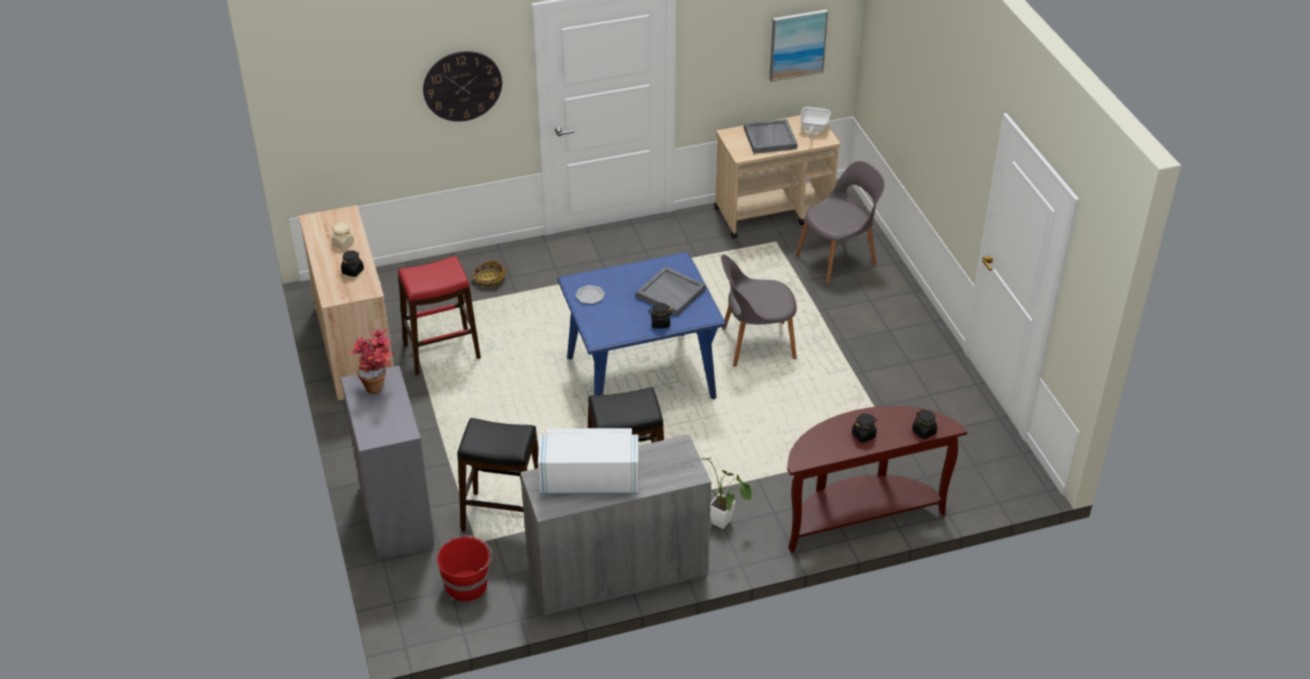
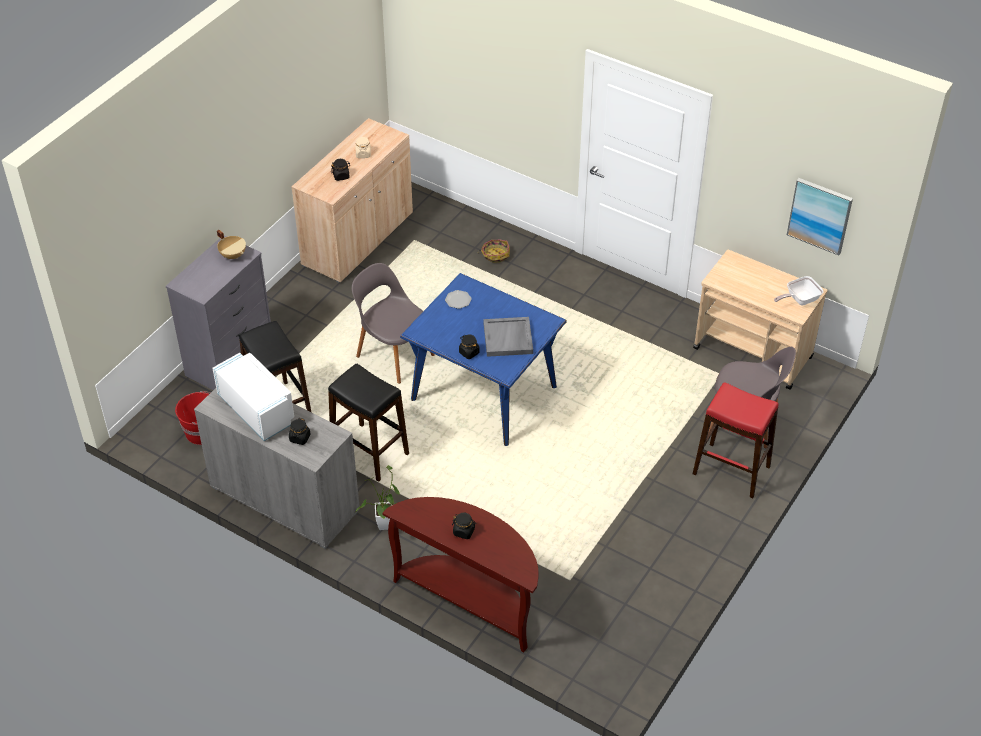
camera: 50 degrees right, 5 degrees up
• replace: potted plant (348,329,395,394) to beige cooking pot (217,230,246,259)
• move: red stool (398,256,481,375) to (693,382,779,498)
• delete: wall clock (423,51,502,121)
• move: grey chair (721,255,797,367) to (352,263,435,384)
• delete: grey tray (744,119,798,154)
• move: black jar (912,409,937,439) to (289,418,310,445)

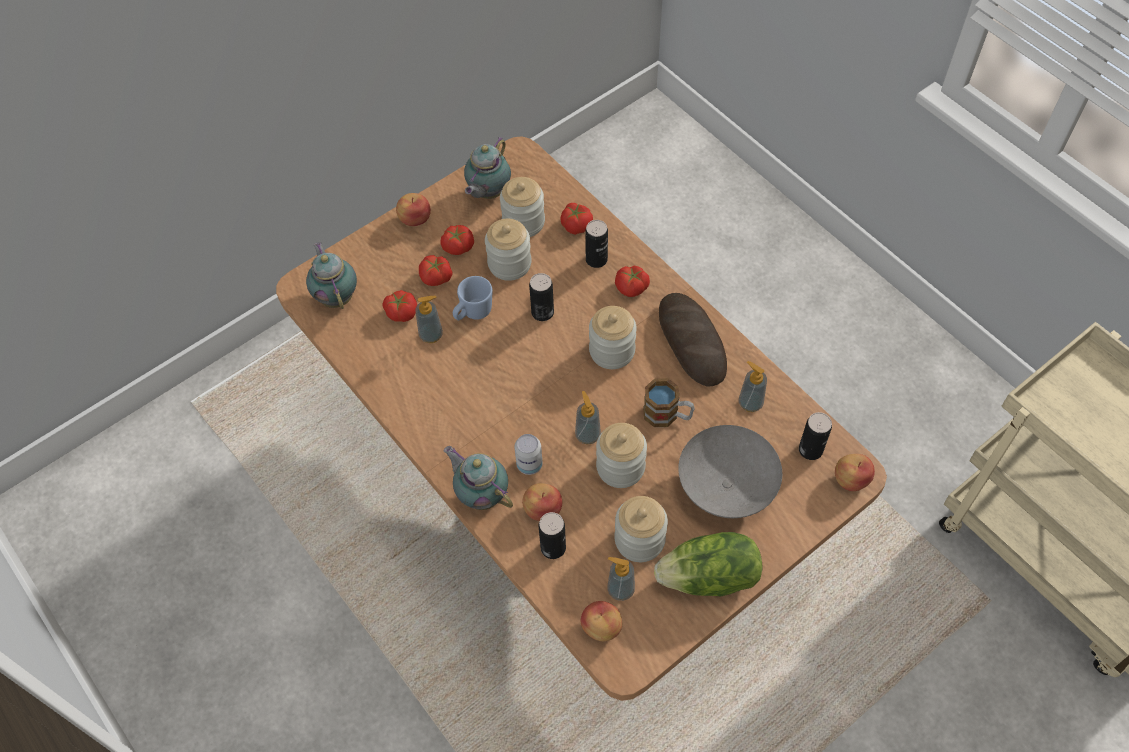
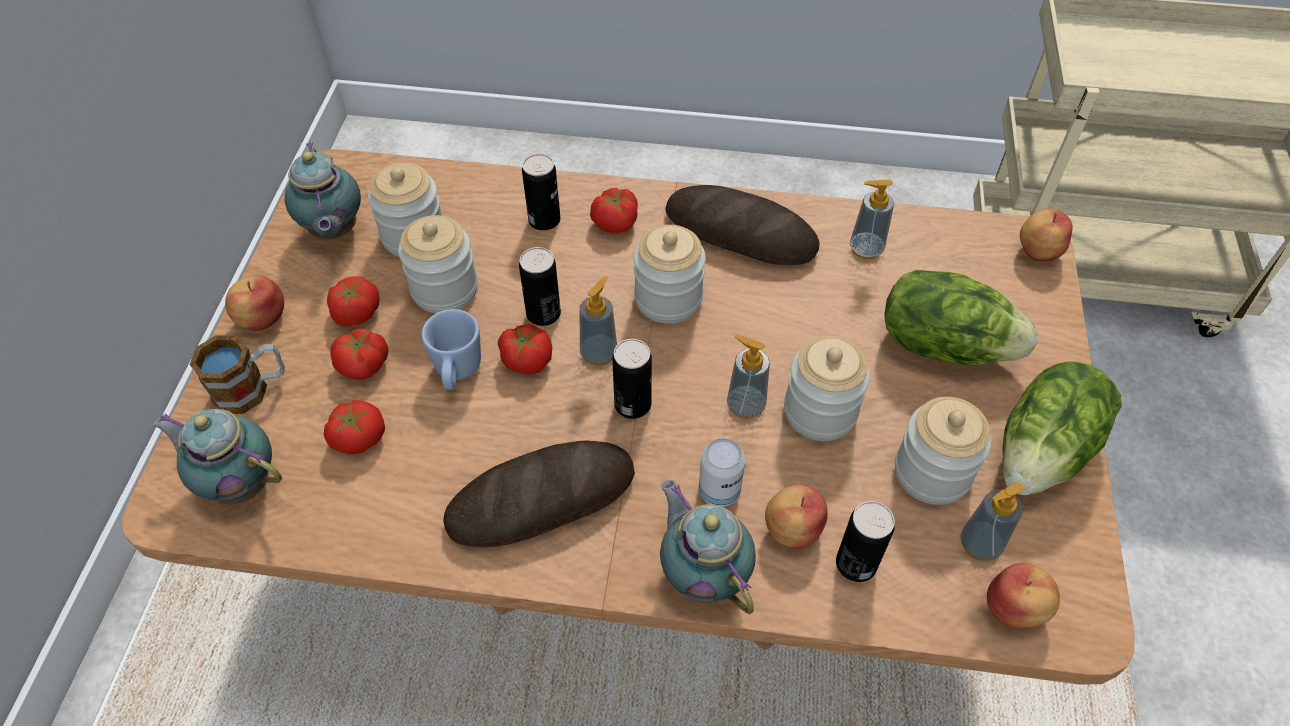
camera: 45 degrees left, 5 degrees down
• move: soap dispenser (415,296,443,343) to (580,276,617,366)
• rotate: teapot (444,446,513,510) = (660,480,756,614) 60 degrees clockwise
• move: tomato (560,203,593,235) to (498,324,552,375)
• move: mug (643,378,695,427) to (190,335,285,414)
• replace: grey bowl (678,425,782,518) to lettuce (884,270,1038,365)
• move: can (799,412,832,460) to (612,339,652,419)
• insert: bread (443,441,635,547)

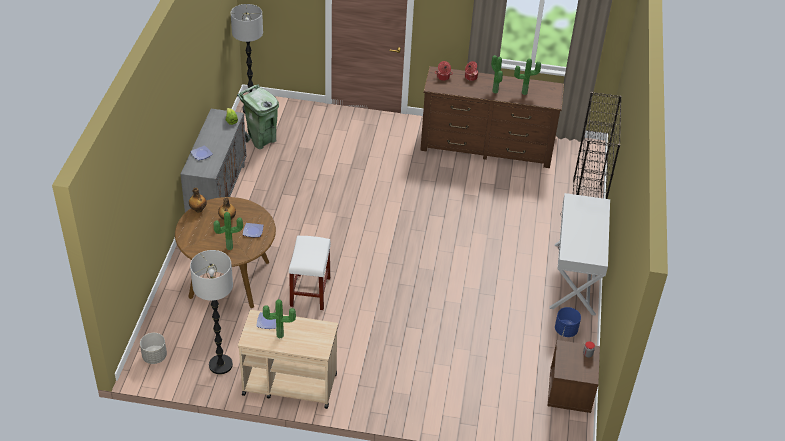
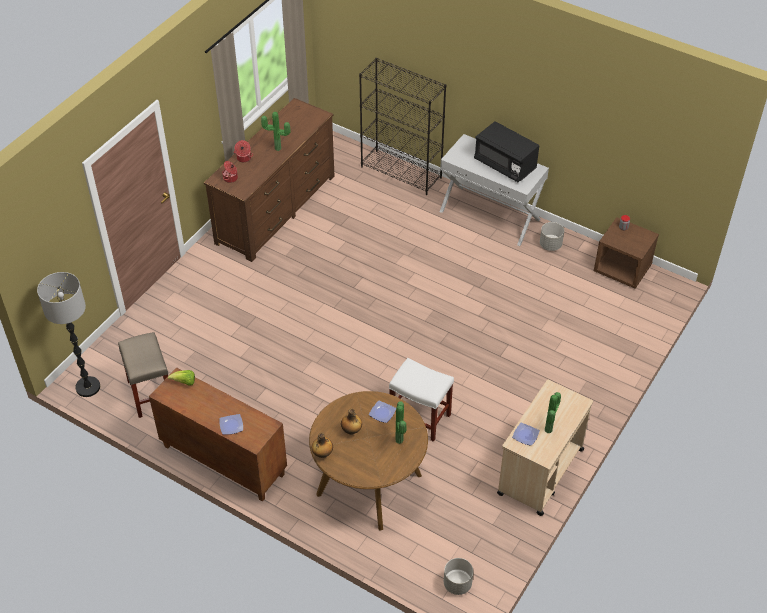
camera: 65 degrees left, 5 degrees up
• recolor: grey cabinet (180,109,247,212) to brown cabinet (149,367,287,502)
• delete: floor lamp (190,250,233,375)
• replace: green trash can (237,84,279,149) to beige stool (118,332,169,418)
• delete: potted plant (514,58,541,95)
• recolor: blue planter (555,307,581,337) to grey planter (540,222,564,251)
• insert: black microwave (474,121,539,182)

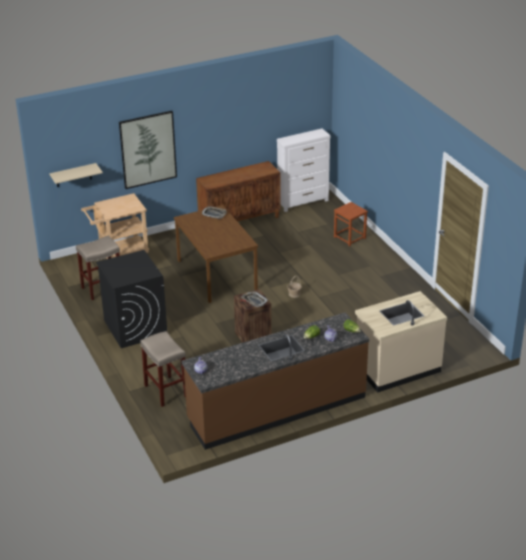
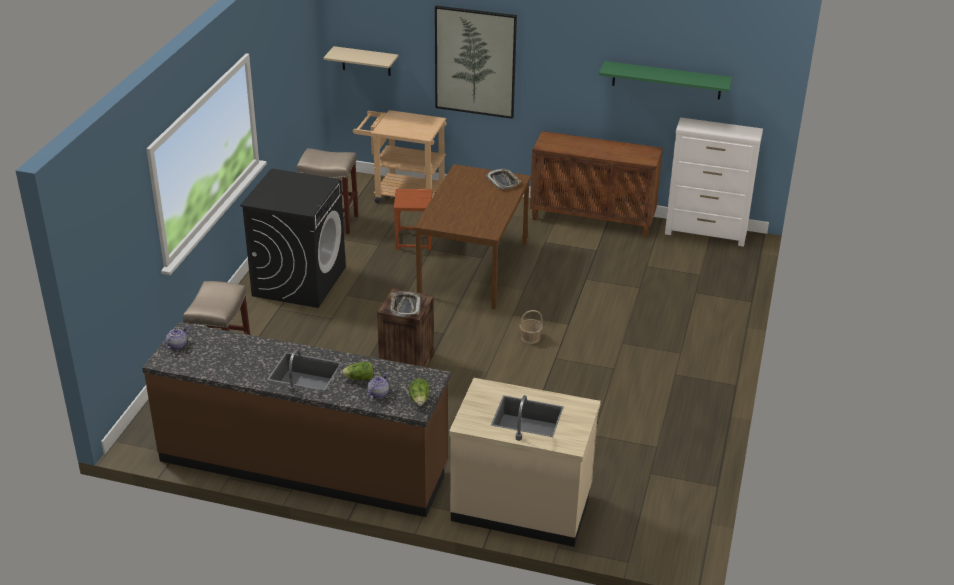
camera: 40 degrees right, 0 degrees up
• move: brown stool (334,202,368,246) to (394,189,432,251)
• insert: green shelf (599,61,733,100)

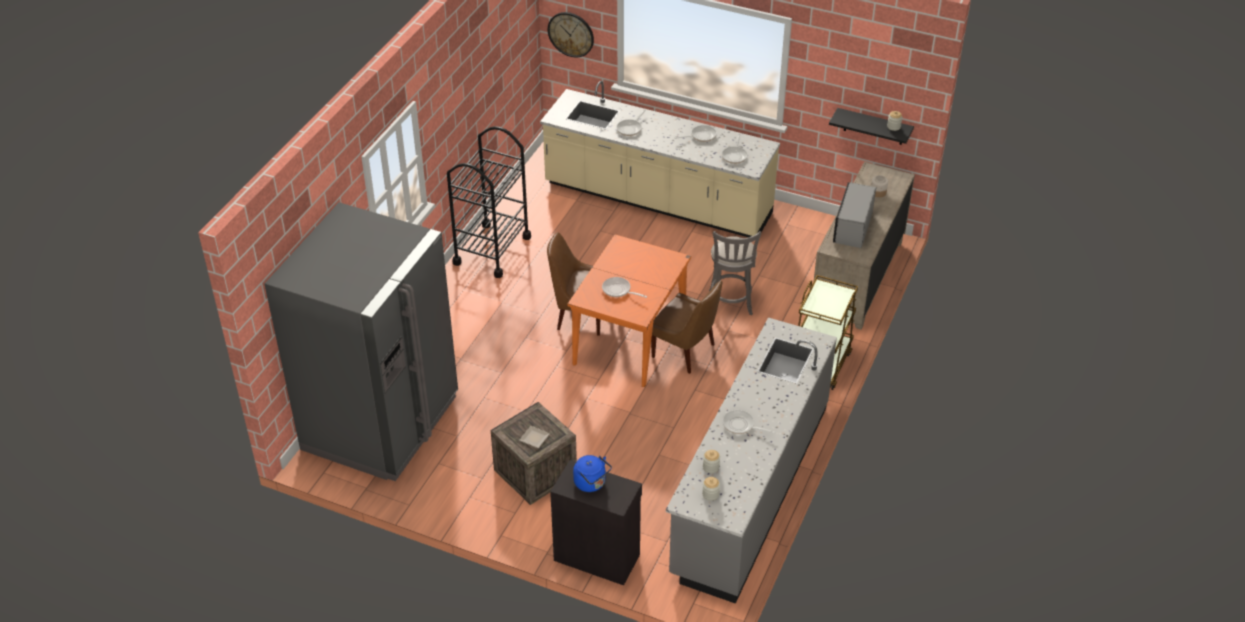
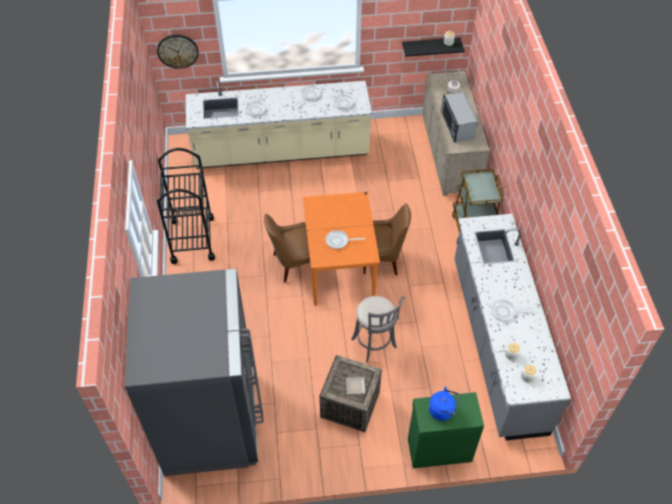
camera: 30 degrees left, 10 degrees up
• recolor: black cabinet (550,460,642,585) to green cabinet (408,392,484,468)
• move: grey stool (709,231,761,316) to (351,296,405,363)

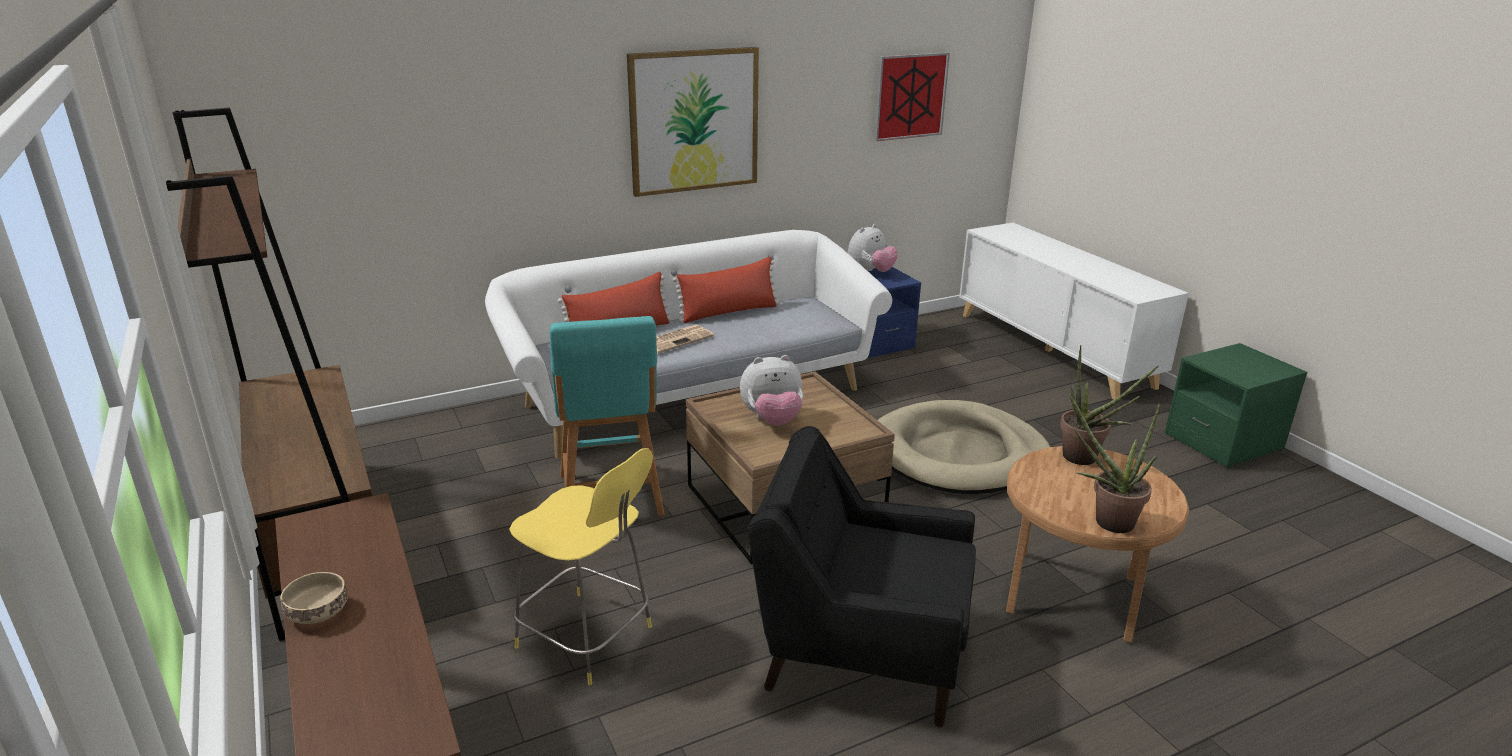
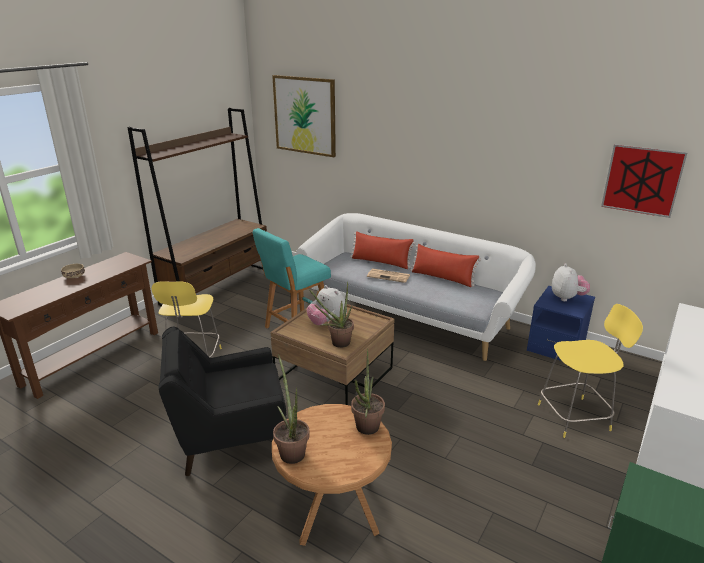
camera: 60 degrees right, 0 degrees up
• move: picture (627,47,759,197) to (272,75,336,157)
• rotate: black armchair (748,426,976,727) = (158,327,286,476) 90 degrees counterclockwise
• rotate: plush toy (848,224,898,272) = (552,263,590,301) 105 degrees counterclockwise
• delete: beige dog bed (878,400,1050,494)
• insert: potted plant (309,281,354,348)
• insert: yellow stool (538,304,643,438)

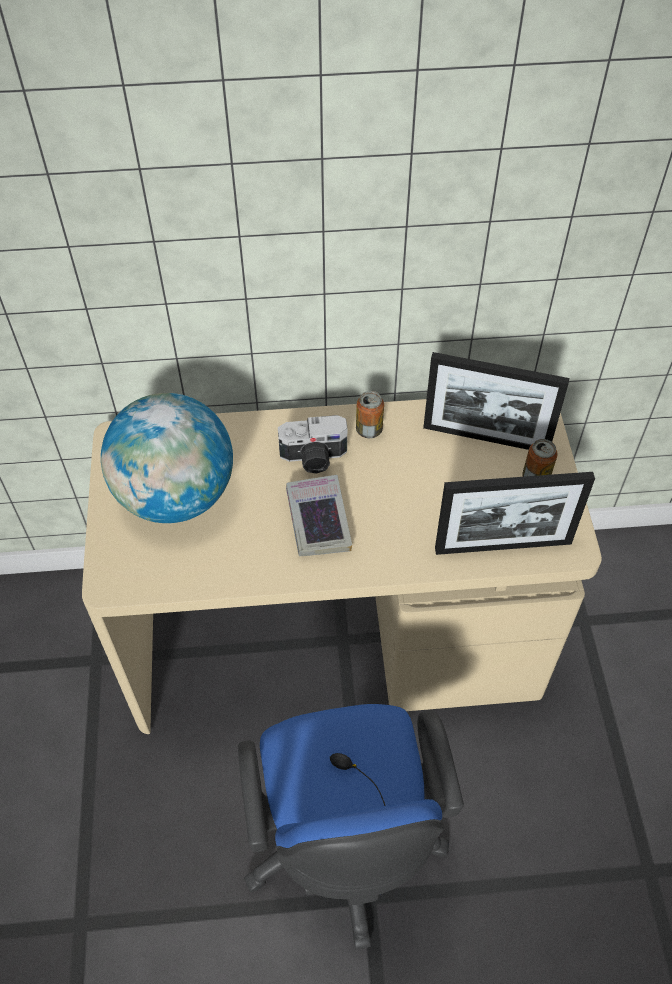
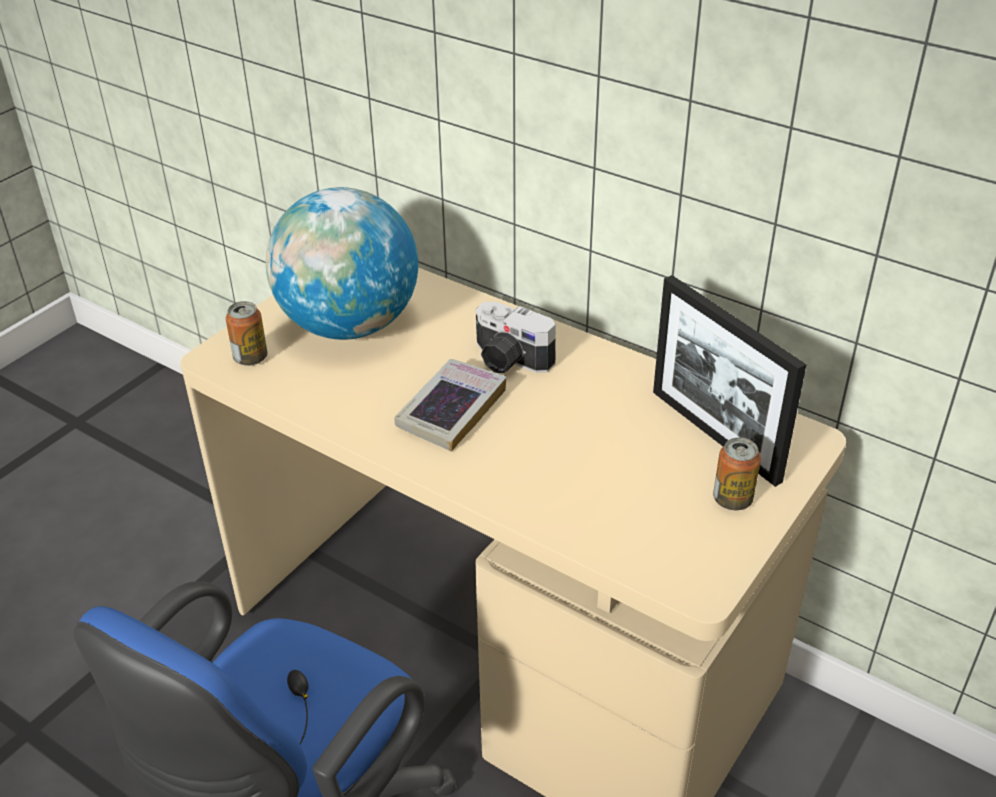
camera: 40 degrees right, 15 degrees down
• move: can (356,391,384,438) to (226,301,267,366)
• delete: picture frame (435,472,595,555)

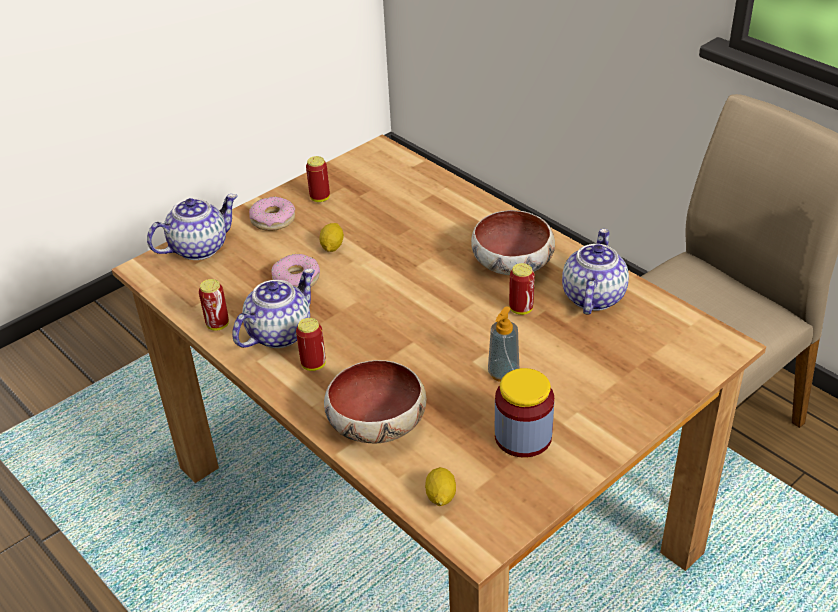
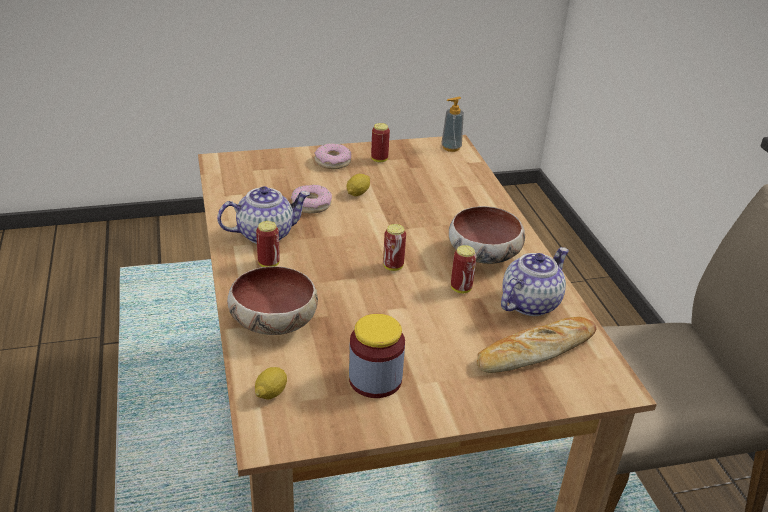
camera: 25 degrees right, 5 degrees down
• delete: teapot (147,194,238,260)
• move: can (199,279,229,331) to (383,224,406,271)
• move: soap dispenser (488,306,519,382) to (441,97,464,152)
• insert: bread (477,317,596,373)

